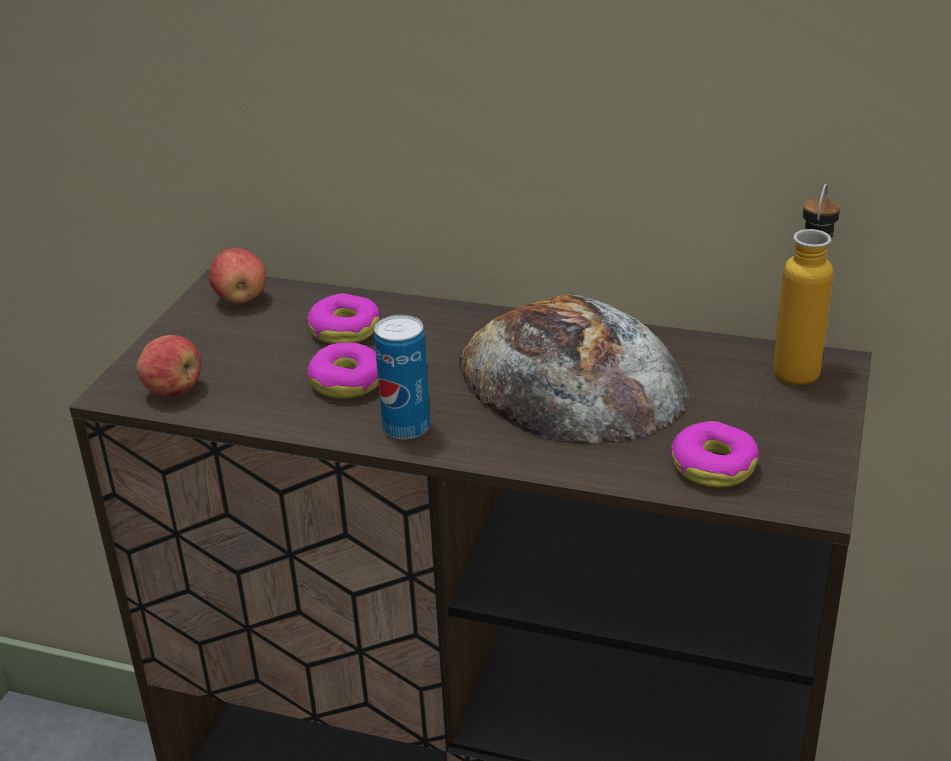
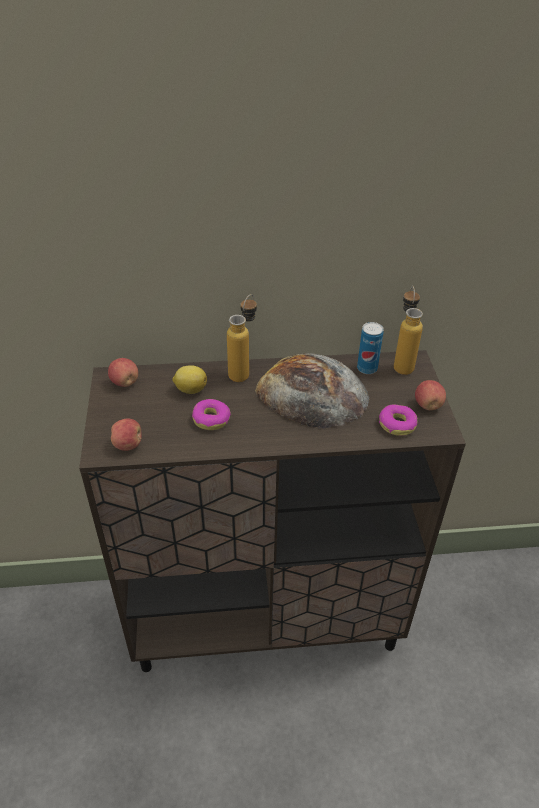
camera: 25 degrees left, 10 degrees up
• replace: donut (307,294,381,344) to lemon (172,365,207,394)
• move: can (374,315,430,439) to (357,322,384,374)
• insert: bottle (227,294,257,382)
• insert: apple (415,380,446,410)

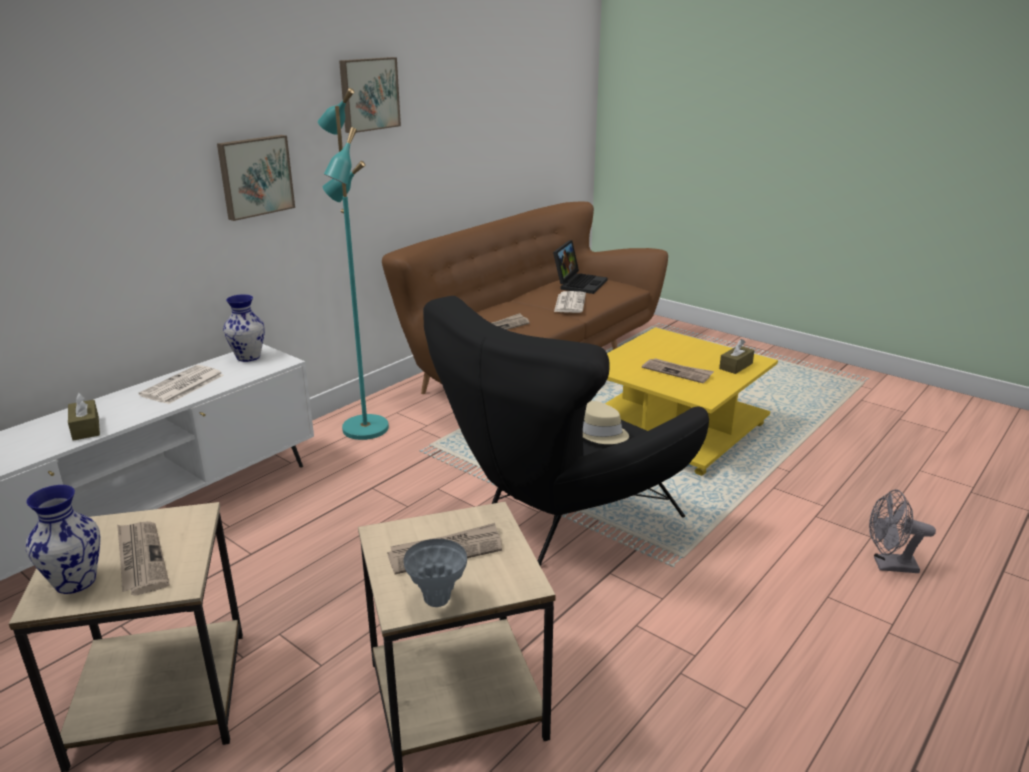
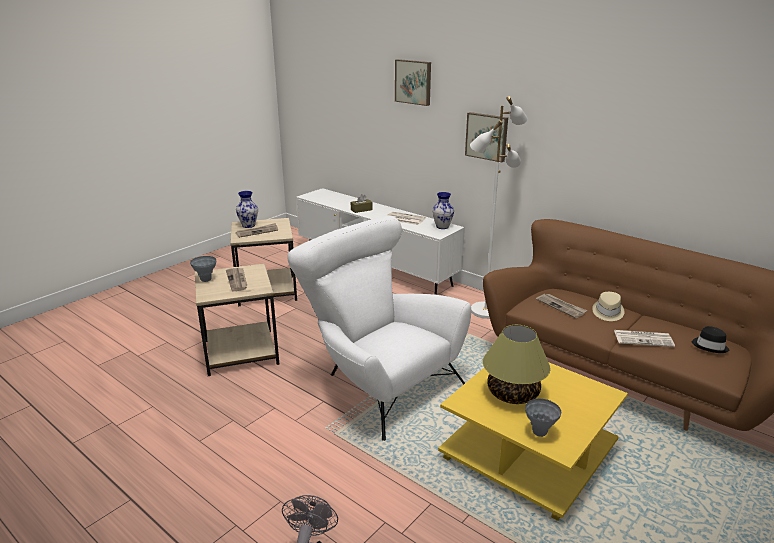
camera: 90 degrees right, 0 degrees up
• recolor: turquoise floor lamp (318,88,389,440) to white floor lamp (470,96,527,319)
• move: picture (339,57,401,133) to (395,59,431,106)
• recolor: black armchair (423,296,709,566) to white armchair (288,216,471,441)
• replace: laptop (553,240,608,294) to black hat (692,326,729,353)
• move: beige hat (583,401,629,444) to (592,292,624,321)
• replace: newspaper (642,358,714,383) to table lamp (483,325,551,404)
• replace: brown tissue box (719,339,755,374) to grey vase (525,399,561,437)

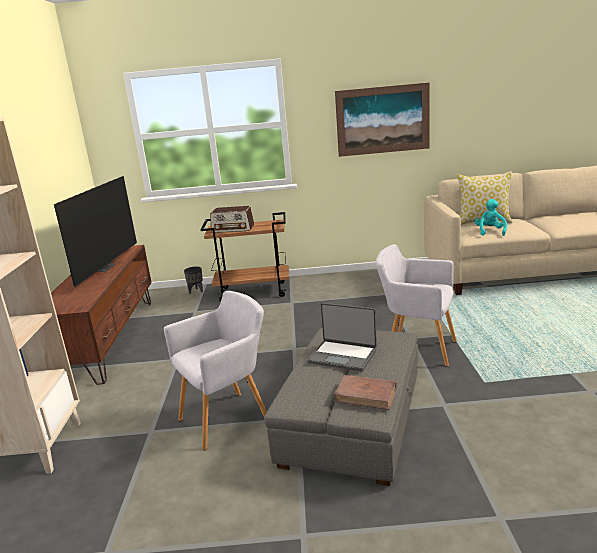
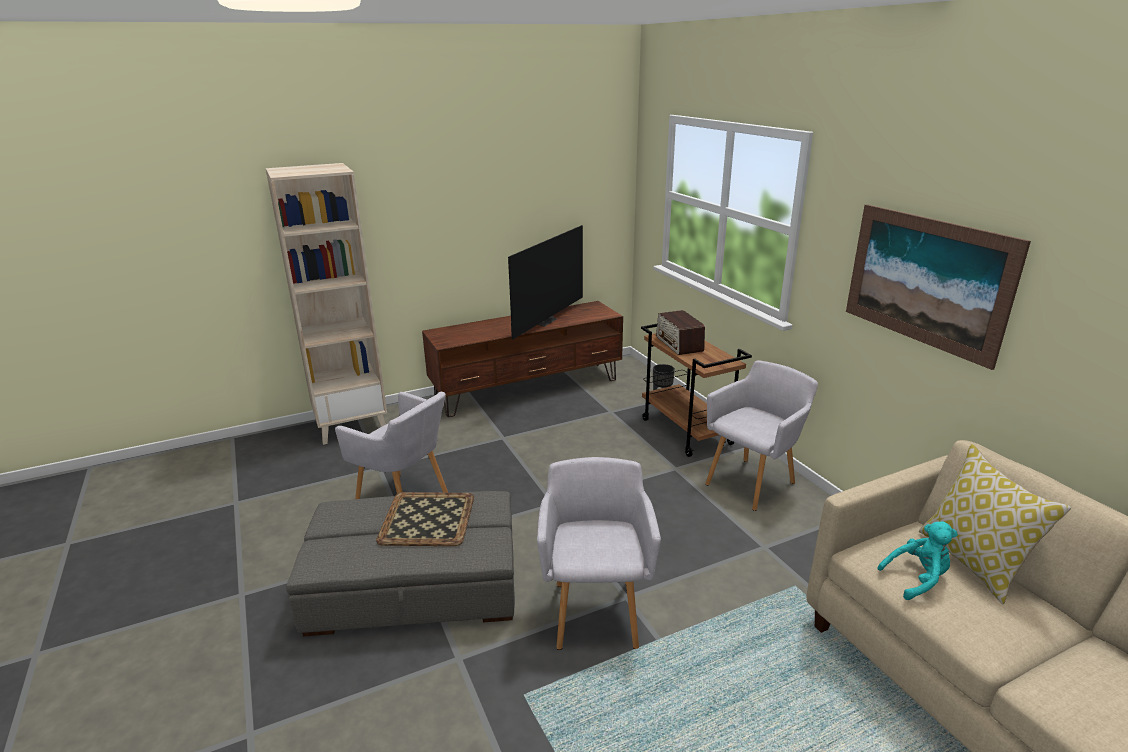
camera: 65 degrees right, 5 degrees up
• rotate: television (54,176,137,287) = (508,225,583,339) 45 degrees counterclockwise
• replace: laptop (307,303,377,371) to tray (376,492,474,546)
• delete: brown book (334,375,397,410)
• insert: grey armchair (705,360,818,511)

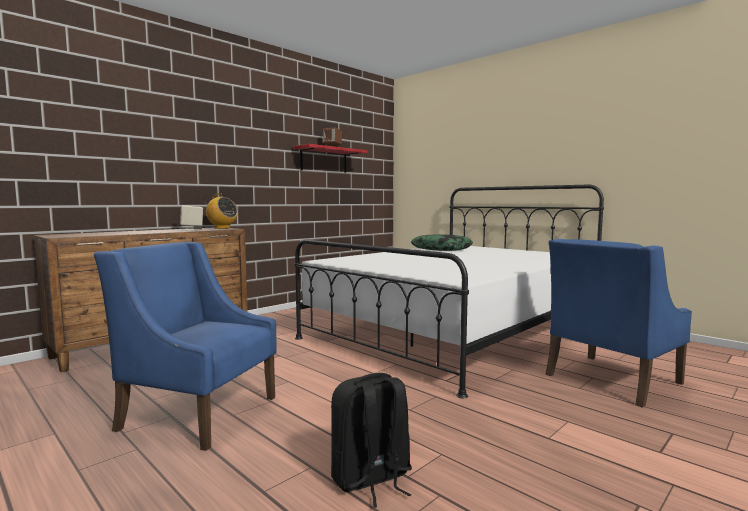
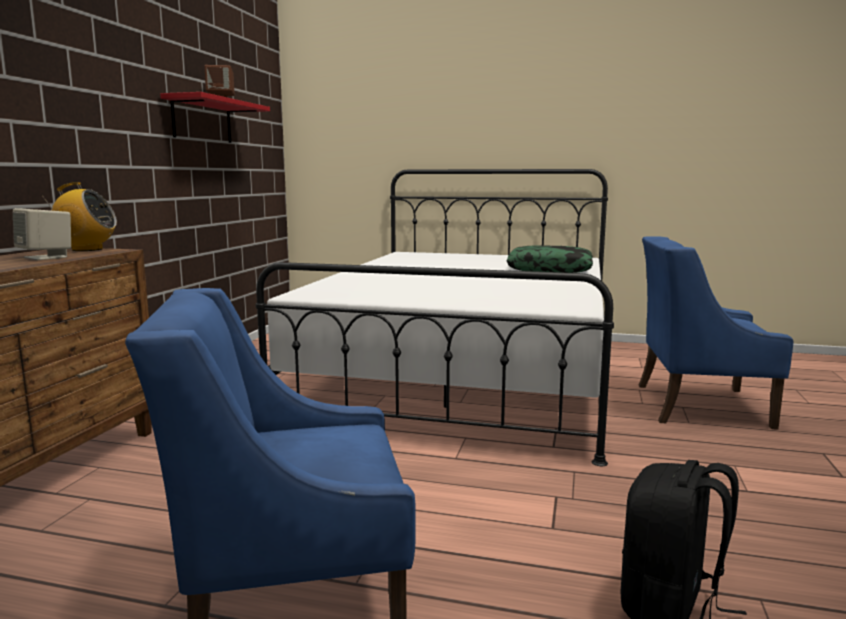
camera: 30 degrees left, 5 degrees up
• move: pillow (411,234,473,251) to (507,245,593,273)
• rotate: blue armchair (545,239,692,408) = (638,237,794,430) 75 degrees clockwise

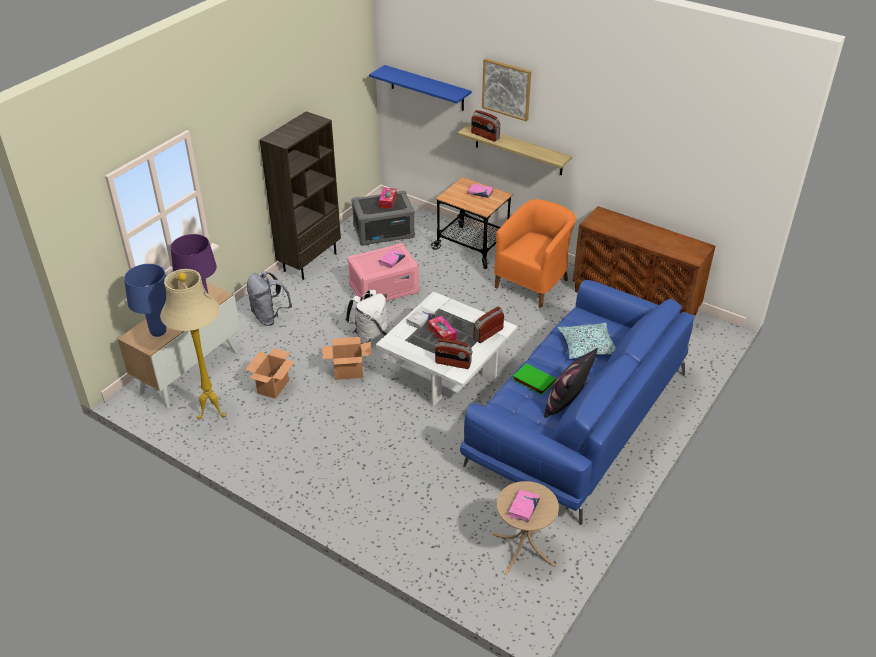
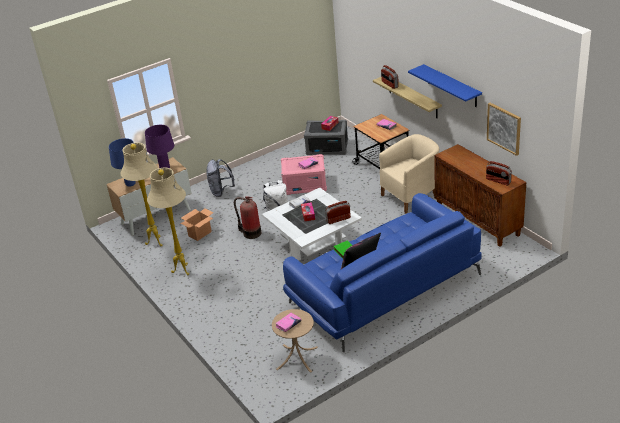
camera: 25 degrees right, 5 degrees down
• delete: brown bookcase (260,111,341,280)
• replace: cardboard box (322,337,372,380) to fire extinguisher (234,196,261,239)
• move: blue shelf (369,65,472,111) to (408,64,482,107)
• move: radio (434,339,473,369) to (486,161,512,186)
• move: picture (482,58,532,121) to (487,103,521,156)
• recolor: orange armchair (494,199,576,307) to beige armchair (379,134,439,213)
• delete: pillow (557,323,616,359)
• insert: beige floor lamp (147,168,189,275)

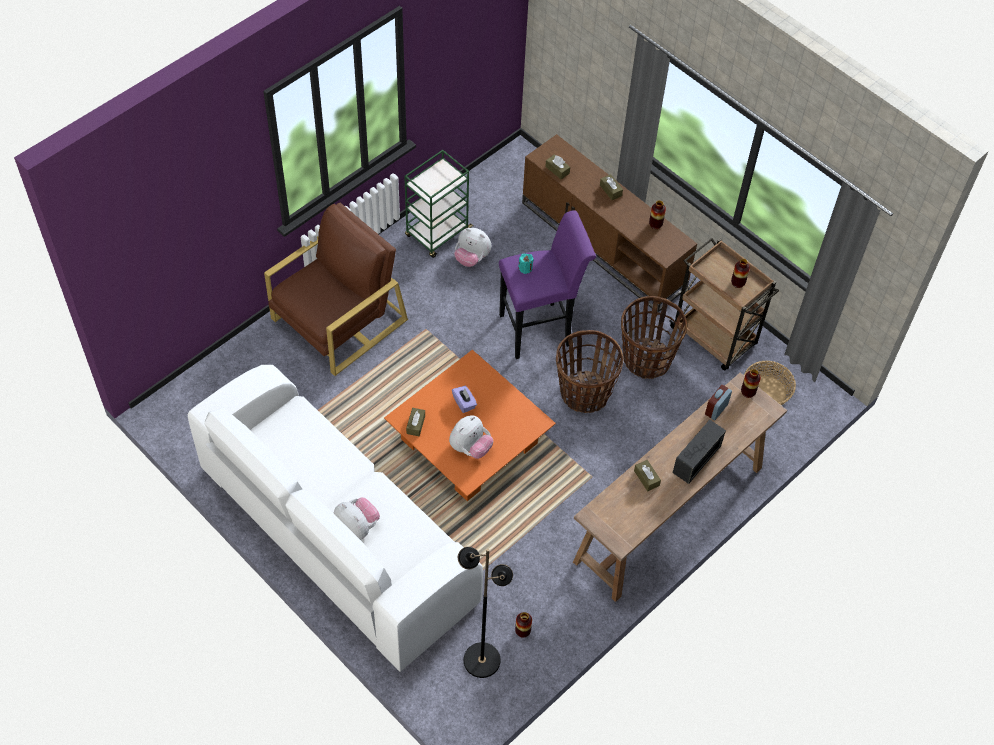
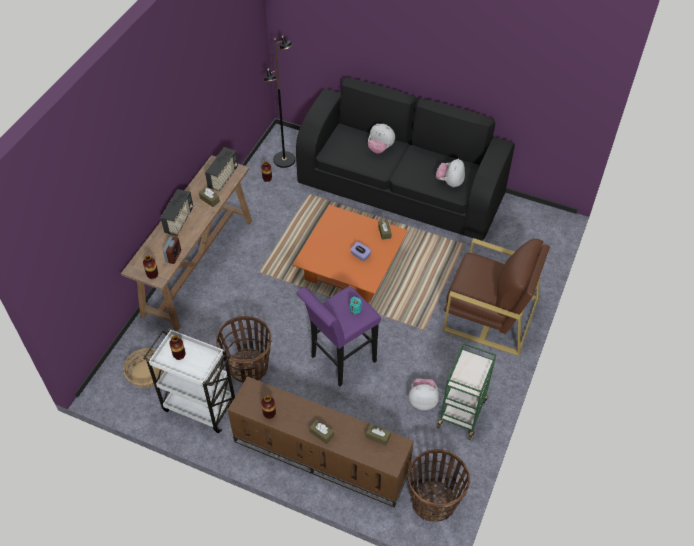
camera: 160 degrees right, 5 degrees down
• recolor: white sofa (188,365,483,672) to black sofa (296,77,515,241)
• rotate: brown armchair (264,203,408,376) = (443,238,550,356) 90 degrees counterclockwise
• move: plush toy (449,415,493,459) to (436,158,465,187)
• move: basket (556,330,624,413) to (408,449,470,522)
• recolor: brown cart (669,238,779,370) to white cart (143,328,235,433)
• insert: radio (205,147,238,191)

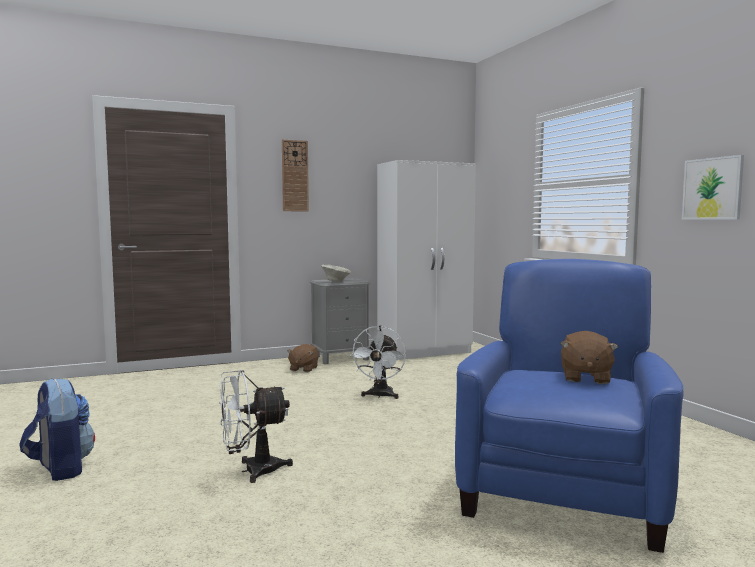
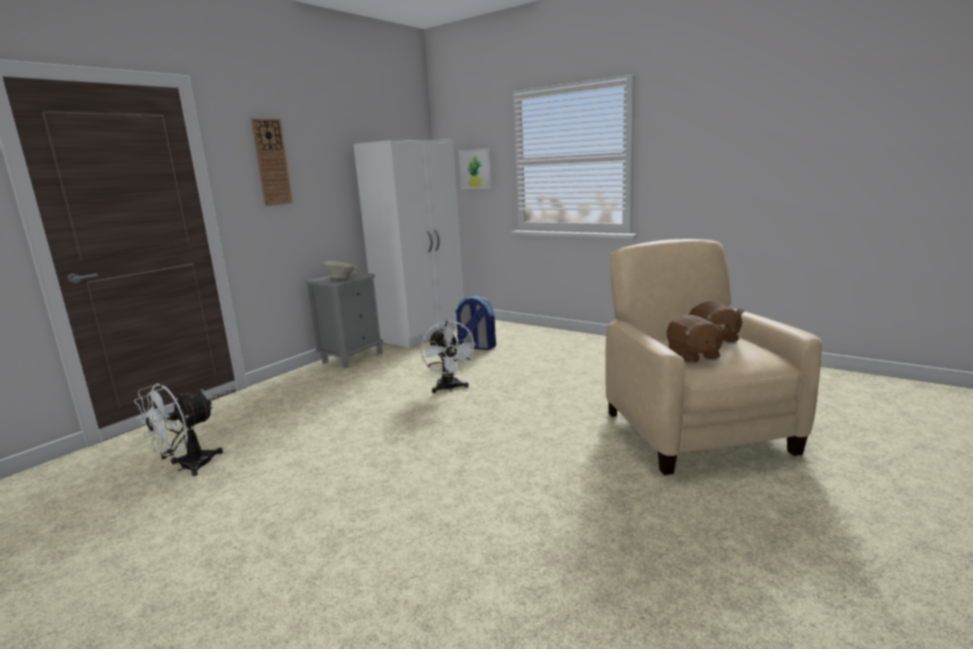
camera: 30 degrees left, 10 degrees up
• move: backpack (19,378,95,481) to (455,296,496,350)
• move: white fan (219,370,293,483) to (134,384,223,476)
• move: brown plush toy (287,344,319,372) to (667,315,726,363)
• recolor: blue armchair (455,259,684,553) to beige armchair (605,239,822,475)
• move: picture (682,155,744,220) to (459,148,492,189)

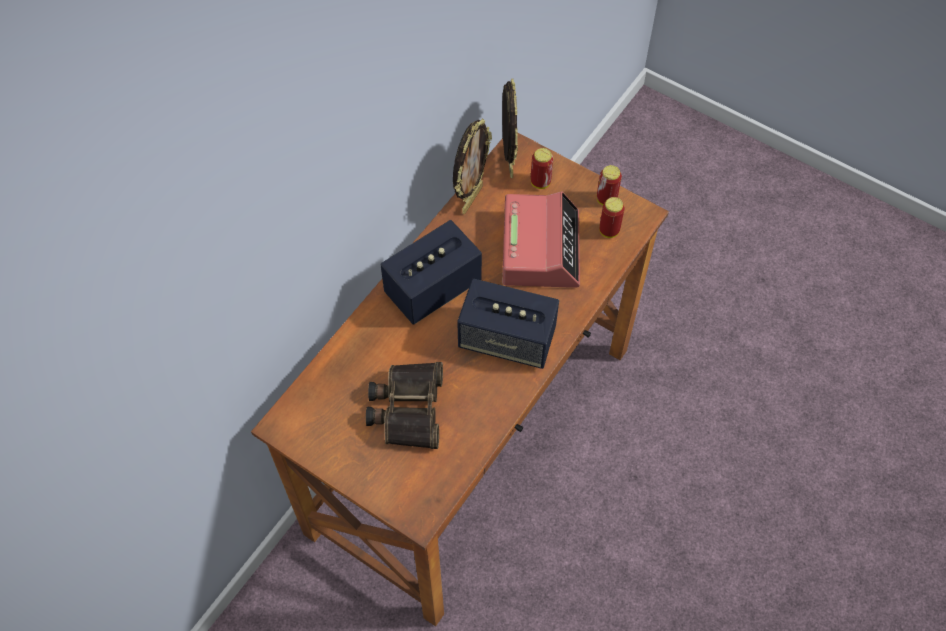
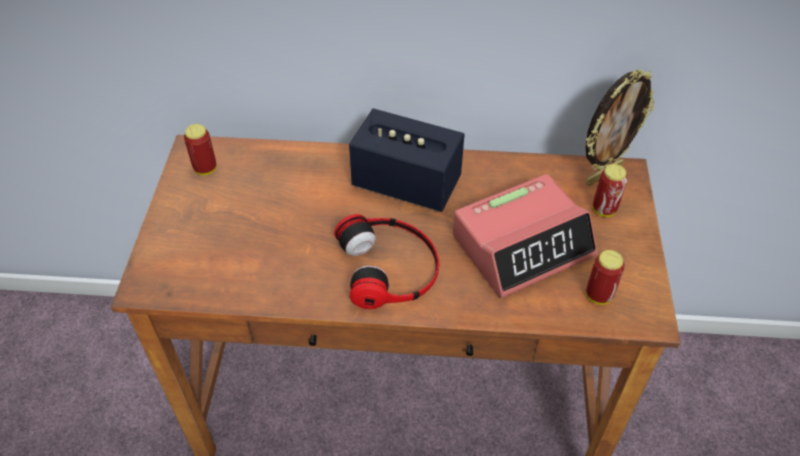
camera: 60 degrees right, 10 degrees down
• delete: binoculars (366,362,443,449)
• delete: picture frame (453,119,492,214)
• replace: speaker (457,279,559,369) to headphones (334,214,439,309)
• move: can (597,165,622,205) to (184,124,217,175)

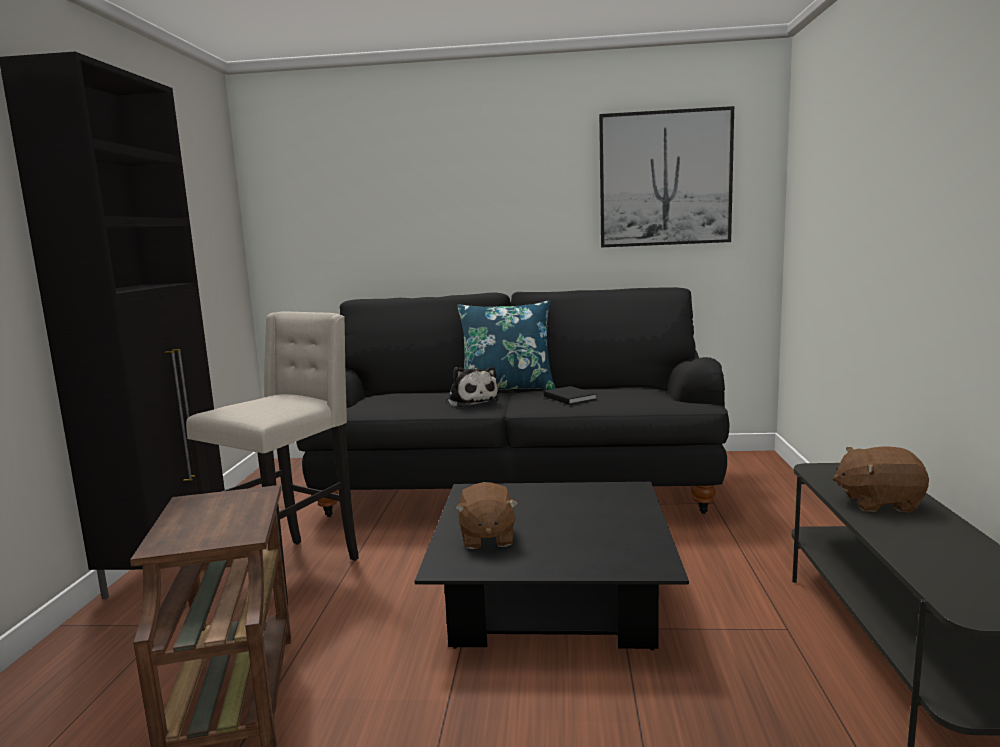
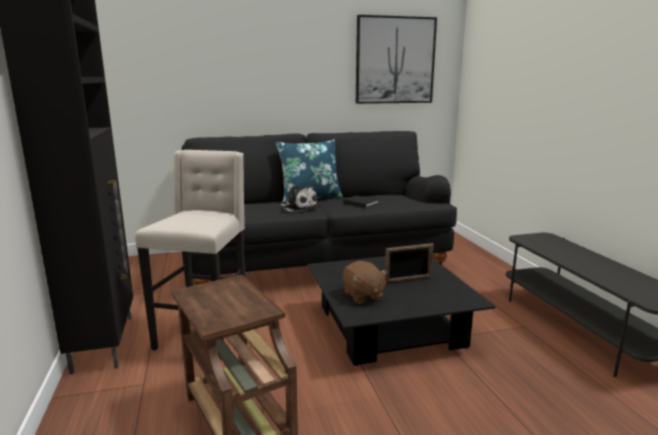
camera: 20 degrees left, 5 degrees up
• delete: brown plush toy (832,446,929,512)
• insert: picture frame (385,243,434,283)

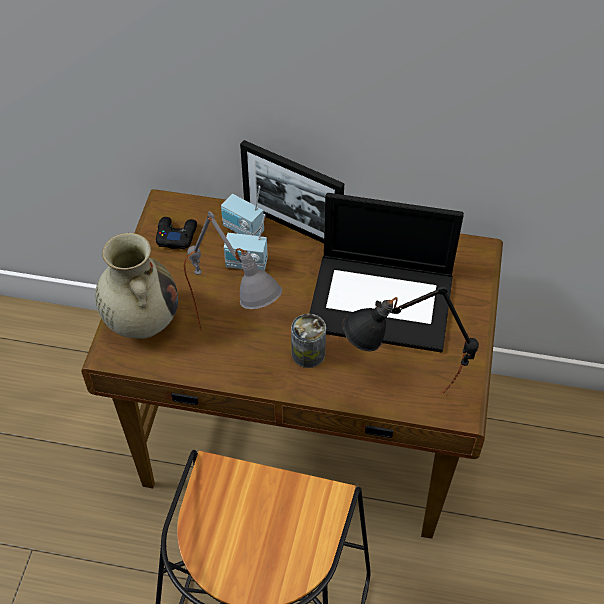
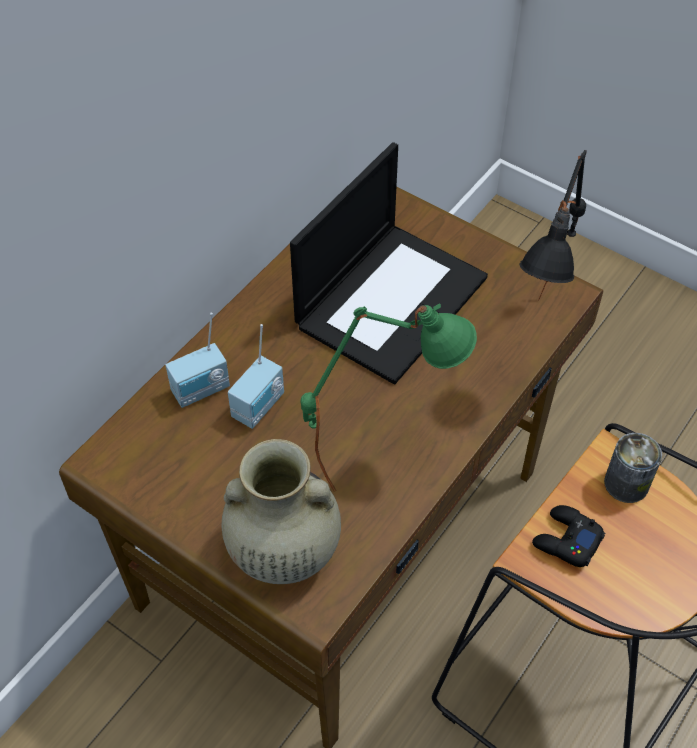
camera: 65 degrees left, 0 degrees up
• move: black game controller (156,217,197,249) to (532,505,605,567)
• recolor: grey table lamp (184,211,282,330) to green table lamp (300,303,477,492)
• delete: picture frame (240,140,344,243)
• move: can (291,314,326,368) to (604,433,662,503)

